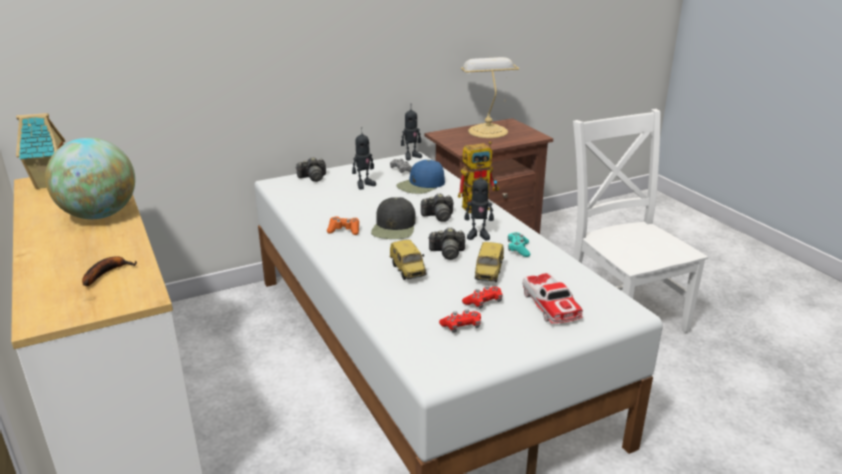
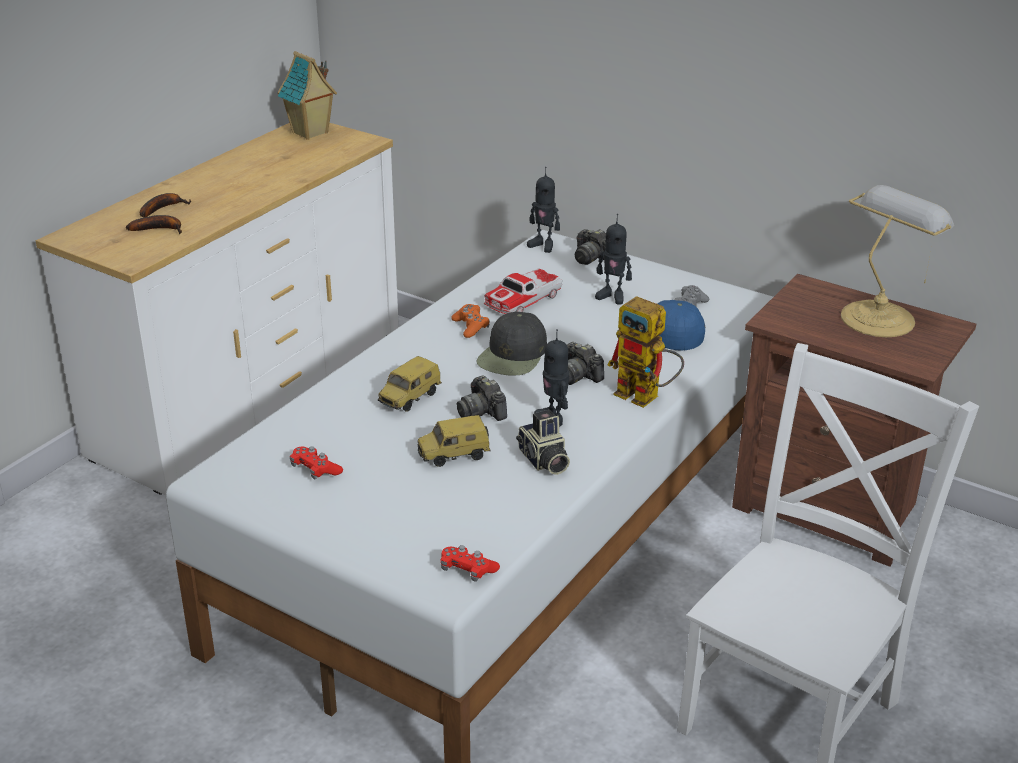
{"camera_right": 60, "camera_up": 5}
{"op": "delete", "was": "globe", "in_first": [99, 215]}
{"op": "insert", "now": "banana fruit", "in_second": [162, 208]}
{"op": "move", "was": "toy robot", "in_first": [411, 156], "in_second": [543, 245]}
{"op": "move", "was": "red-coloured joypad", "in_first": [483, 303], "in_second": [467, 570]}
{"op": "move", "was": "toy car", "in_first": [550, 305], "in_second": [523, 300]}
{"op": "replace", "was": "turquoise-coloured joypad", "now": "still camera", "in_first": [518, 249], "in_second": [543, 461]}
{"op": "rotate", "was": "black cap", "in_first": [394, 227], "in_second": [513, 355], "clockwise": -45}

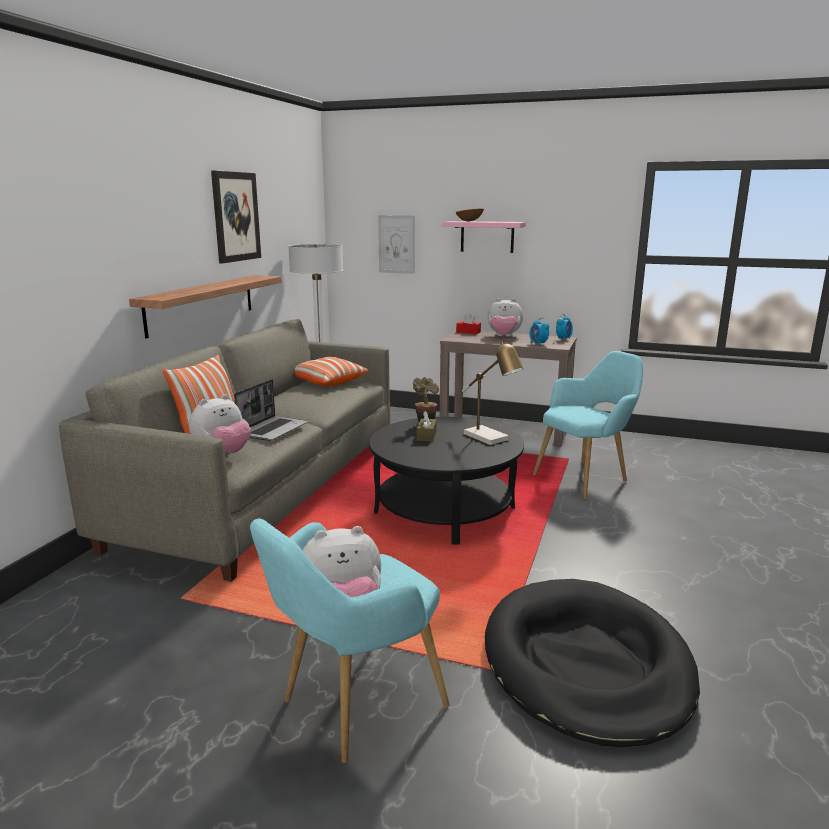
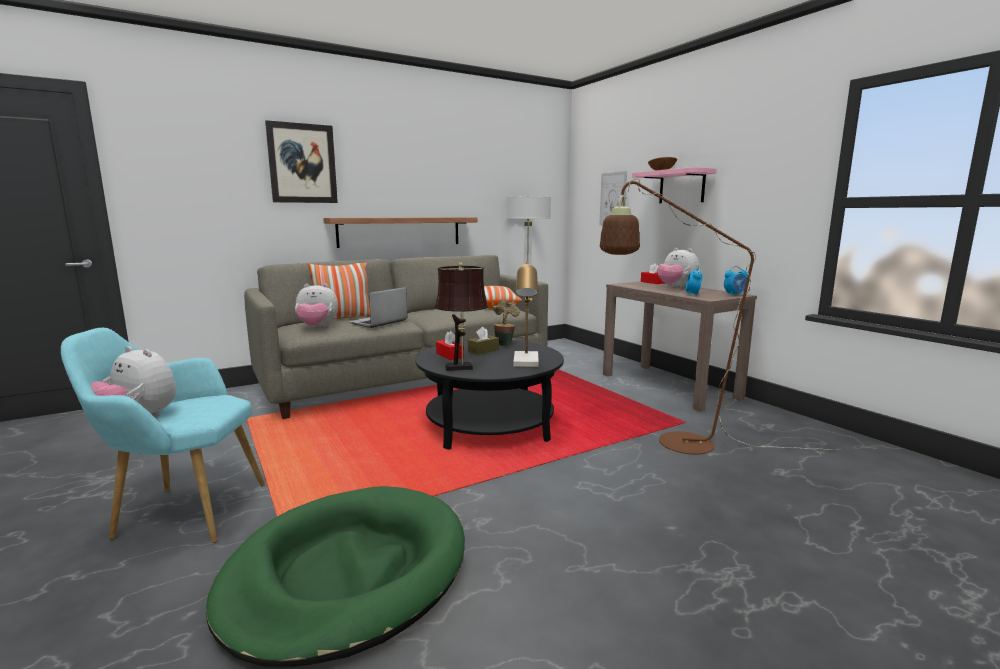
{"camera_right": 40, "camera_up": -5}
{"op": "insert", "now": "brown-coloured lamp for a table", "in_second": [462, 368]}
{"op": "insert", "now": "red-coloured tissue holder", "in_second": [449, 355]}
{"op": "move", "was": "wall art", "in_first": [236, 217], "in_second": [302, 163]}
{"op": "replace", "was": "turquoise-coloured armchair", "now": "brown-coloured floor lamp", "in_first": [586, 478], "in_second": [671, 442]}
{"op": "recolor", "was": "black dog bed", "now": "green-coloured dog bed", "in_first": [586, 664], "in_second": [347, 574]}
{"op": "rotate", "was": "notebook computer", "in_first": [273, 429], "in_second": [378, 322], "clockwise": 150}

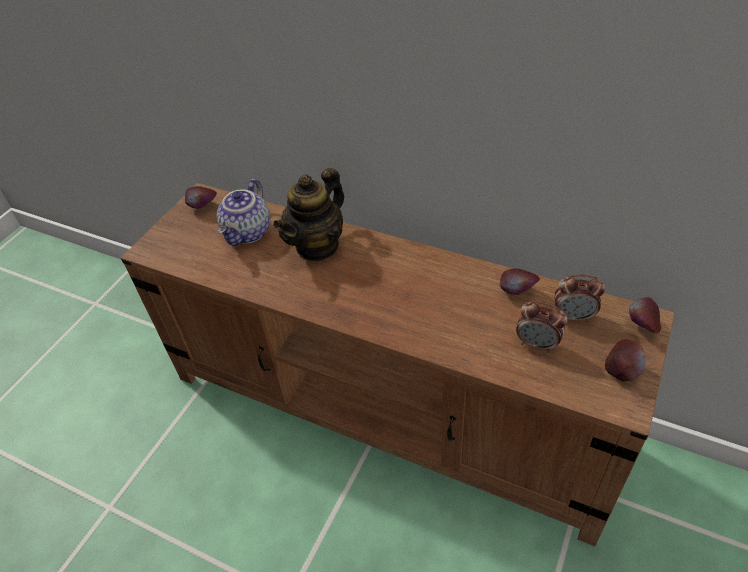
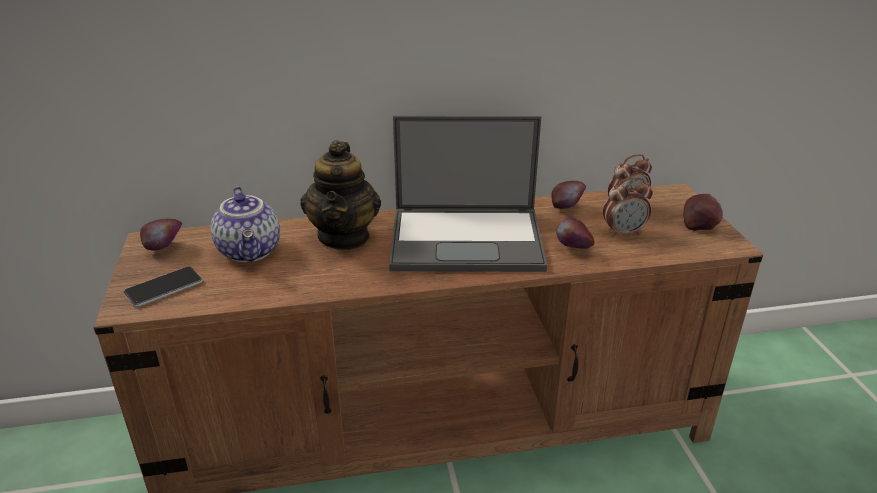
{"camera_right": -40, "camera_up": -15}
{"op": "insert", "now": "handset", "in_second": [164, 288]}
{"op": "insert", "now": "notebook computer", "in_second": [468, 239]}
{"op": "move", "was": "whole apple", "in_first": [642, 327], "in_second": [573, 250]}

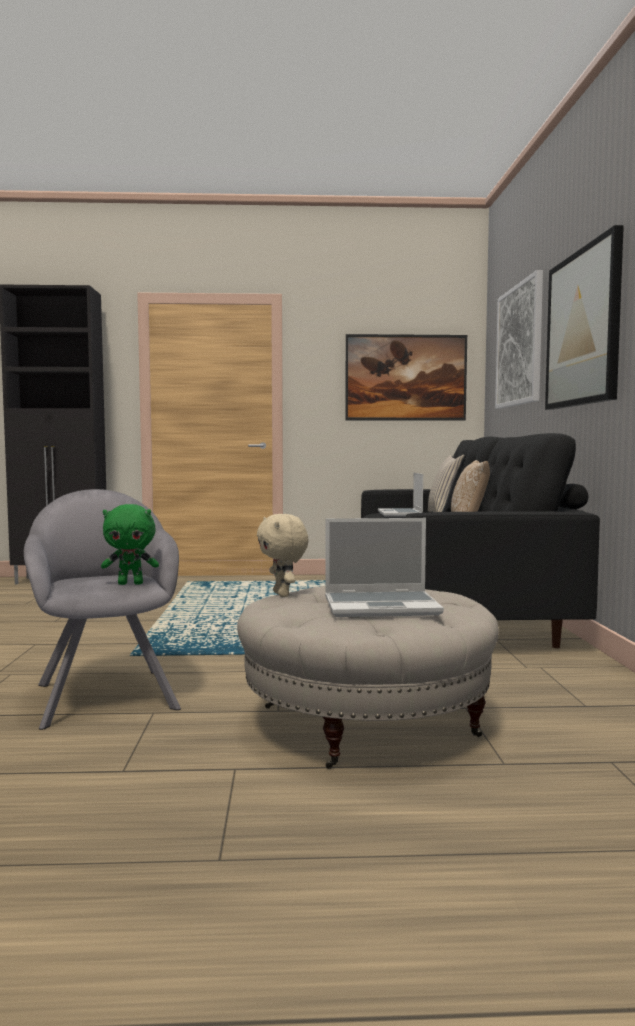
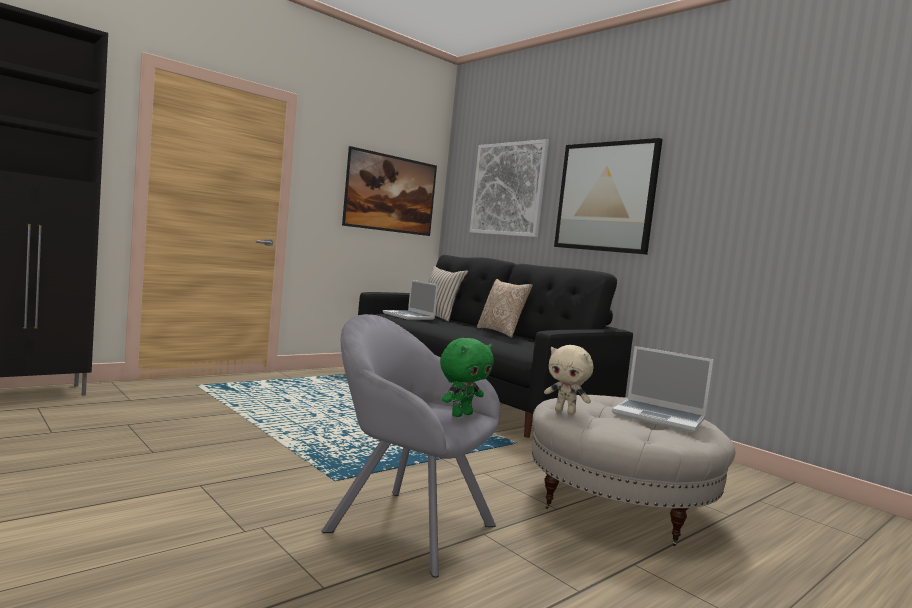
{"camera_right": -40, "camera_up": 0}
{"op": "rotate", "was": "notebook computer", "in_first": [382, 606], "in_second": [660, 417], "clockwise": 75}

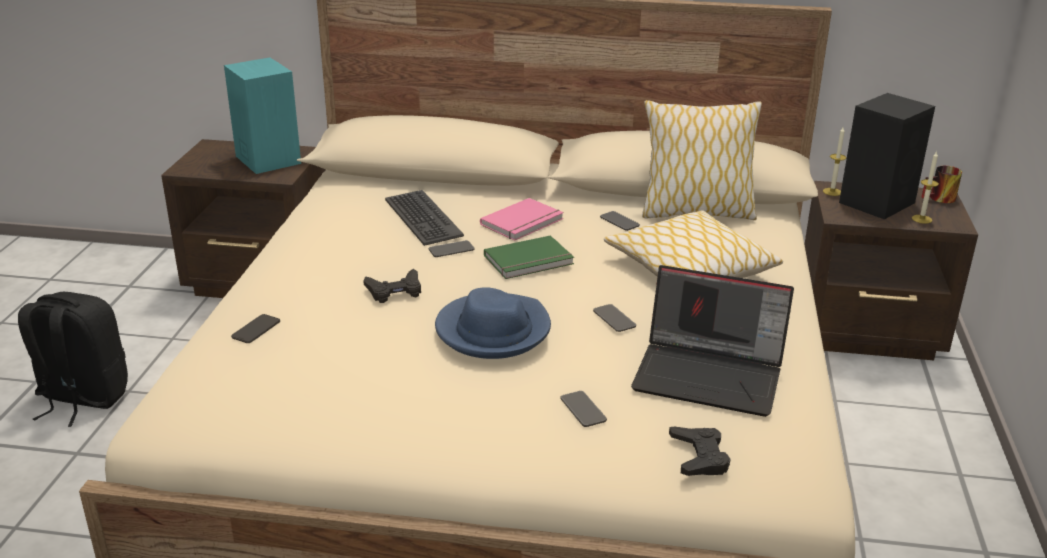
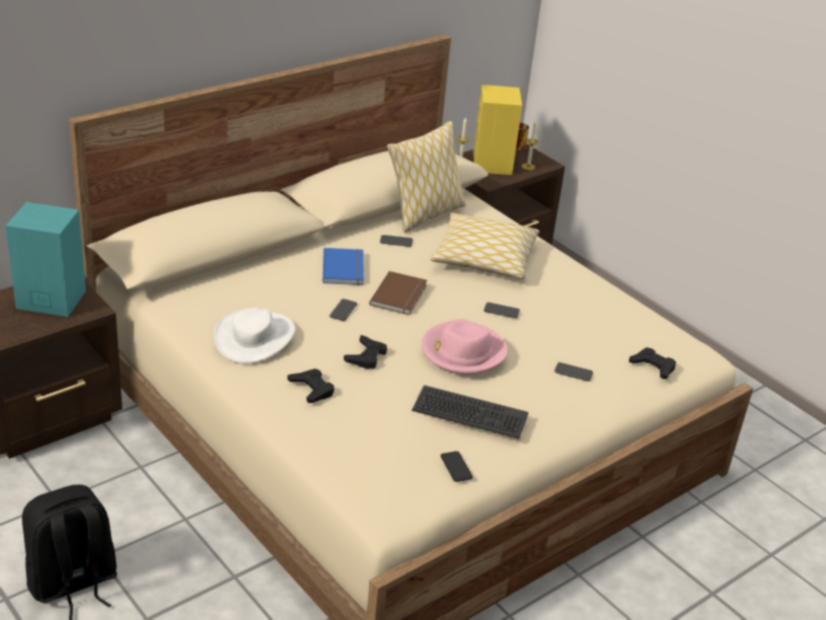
{"camera_right": -50, "camera_up": 5}
{"op": "delete", "was": "notebook computer", "in_first": [711, 375]}
{"op": "insert", "now": "white wearable hat", "in_second": [255, 337]}
{"op": "insert", "now": "black joypad", "in_second": [312, 389]}
{"op": "move", "was": "handset", "in_first": [256, 329], "in_second": [456, 467]}
{"op": "move", "was": "keyboard", "in_first": [422, 218], "in_second": [469, 413]}
{"op": "recolor", "was": "bluish wearable hat", "now": "pinkish wearable hat", "in_first": [493, 330], "in_second": [462, 352]}
{"op": "recolor", "was": "pinkish volume", "now": "bluish volume", "in_first": [524, 222], "in_second": [345, 268]}
{"op": "recolor", "was": "green-coloured volume", "now": "brown-coloured volume", "in_first": [530, 261], "in_second": [400, 295]}
{"op": "recolor", "was": "black loudspeaker", "now": "yellow loudspeaker", "in_first": [878, 202], "in_second": [492, 163]}

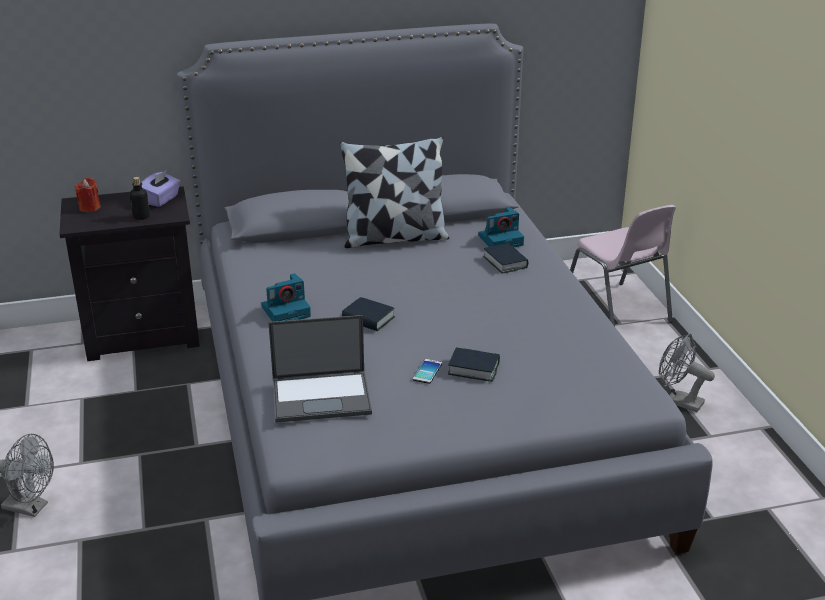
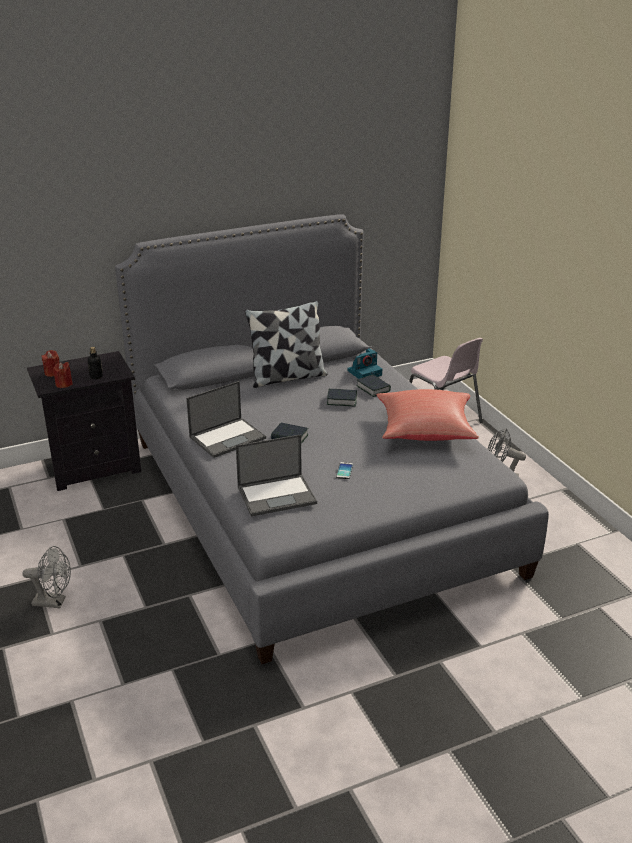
{"camera_right": -10, "camera_up": 0}
{"op": "delete", "was": "purplish tissue holder", "in_first": [161, 200]}
{"op": "insert", "now": "red-coloured candle", "in_second": [64, 384]}
{"op": "insert", "now": "red-coloured pillow", "in_second": [425, 432]}
{"op": "move", "was": "volume", "in_first": [473, 369], "in_second": [341, 400]}
{"op": "replace", "was": "still camera", "now": "notebook computer", "in_first": [286, 311], "in_second": [228, 437]}

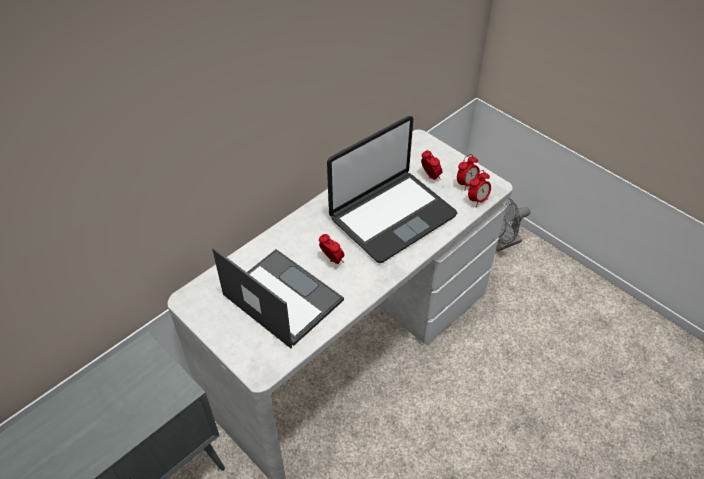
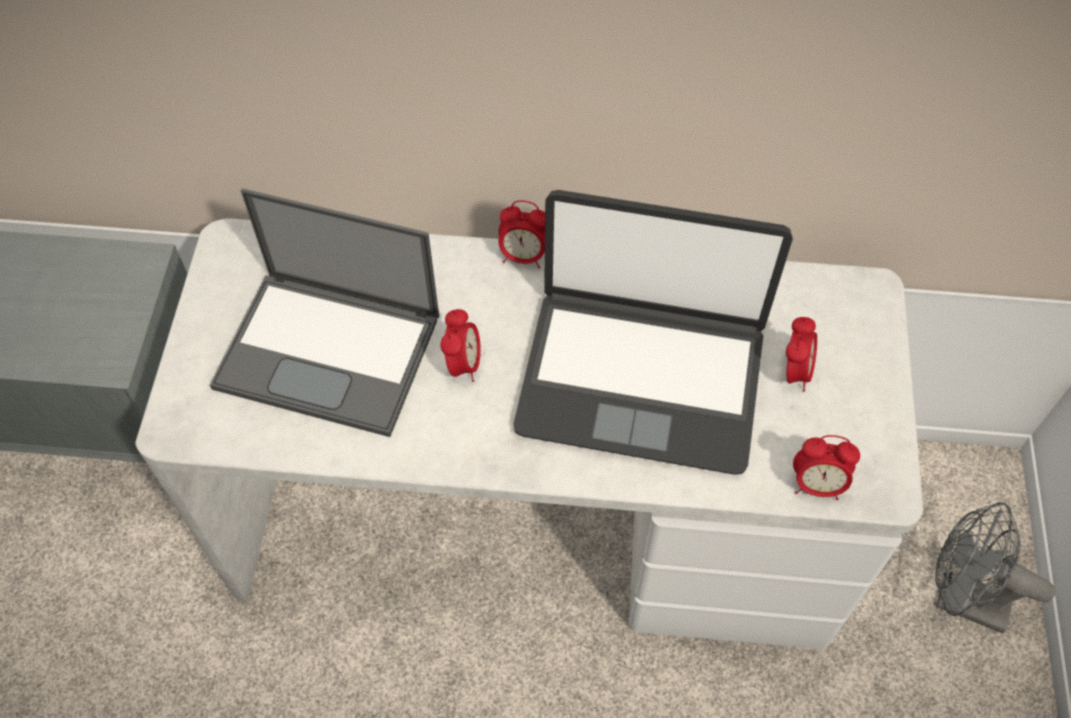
{"camera_right": 50, "camera_up": 10}
{"op": "move", "was": "bedside clock", "in_first": [466, 184], "in_second": [524, 256]}
{"op": "rotate", "was": "notebook computer", "in_first": [281, 297], "in_second": [331, 351], "clockwise": 105}

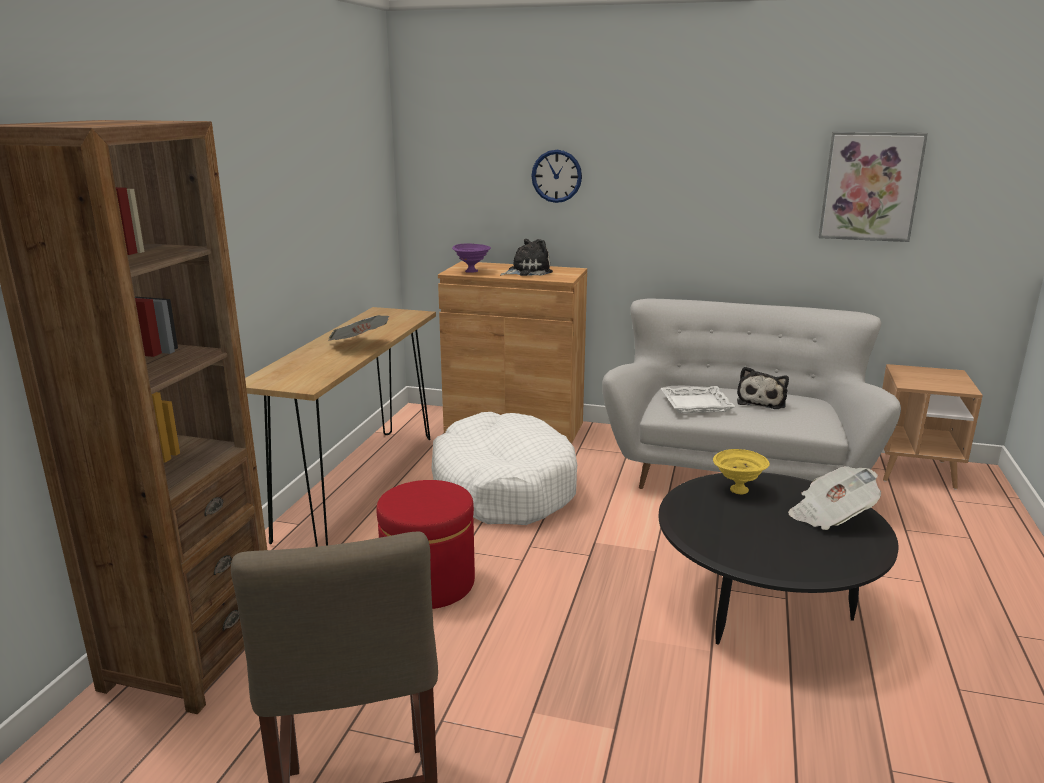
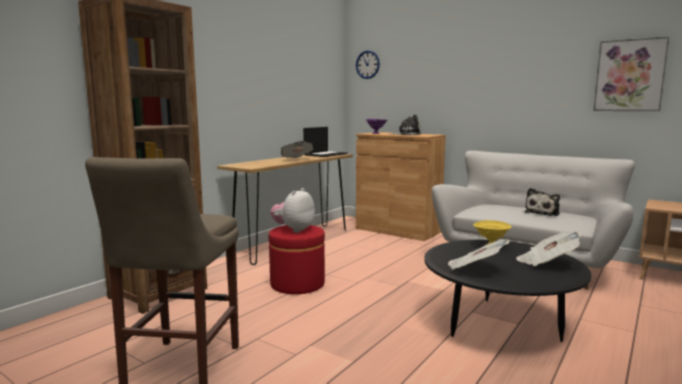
{"camera_right": 20, "camera_up": -10}
{"op": "delete", "was": "white dog bed", "in_first": [503, 487]}
{"op": "delete", "was": "white carrying tray", "in_first": [696, 404]}
{"op": "insert", "now": "plush toy", "in_second": [294, 230]}
{"op": "insert", "now": "notebook computer", "in_second": [325, 154]}
{"op": "insert", "now": "printed paper", "in_second": [475, 269]}
{"op": "move", "was": "clock on the wall", "in_first": [556, 176], "in_second": [367, 64]}

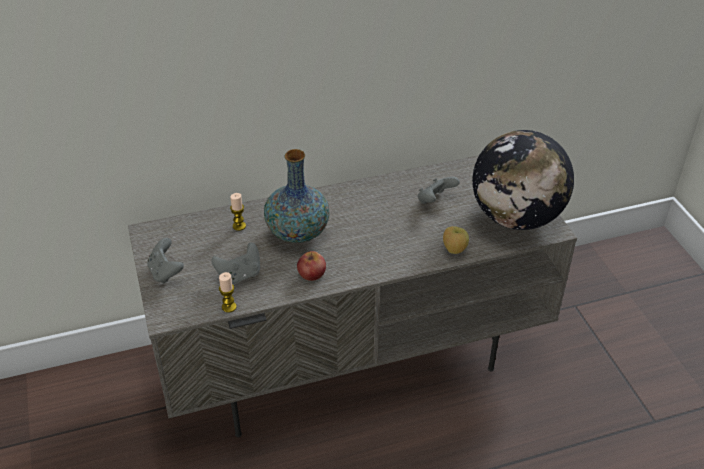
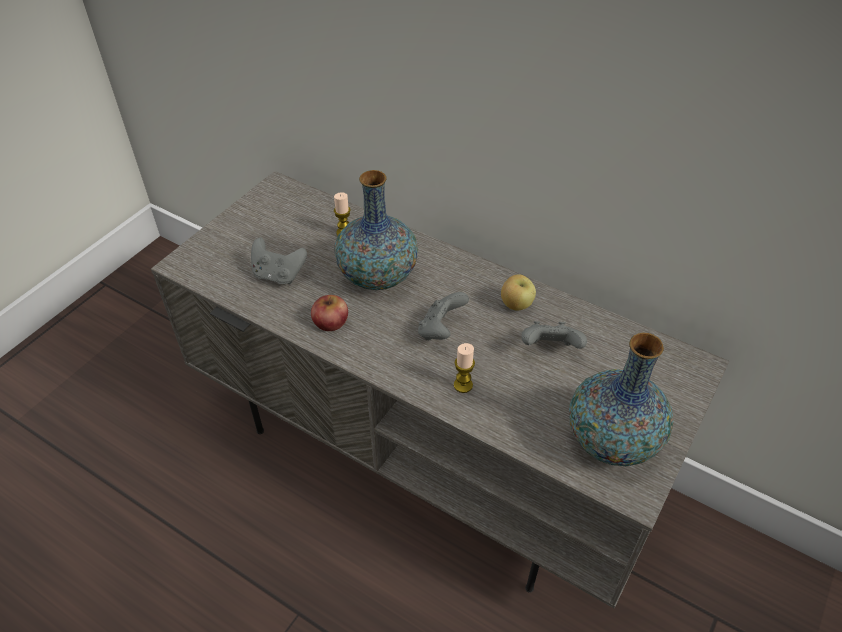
{"camera_right": 50, "camera_up": 5}
{"op": "move", "was": "grey joypad", "in_first": [166, 272], "in_second": [441, 330]}
{"op": "move", "was": "candle", "in_first": [229, 307], "in_second": [463, 385]}
{"op": "move", "was": "whole apple", "in_first": [454, 250], "in_second": [516, 305]}
{"op": "replace", "was": "globe", "now": "decorative vase", "in_first": [516, 217], "in_second": [611, 440]}

